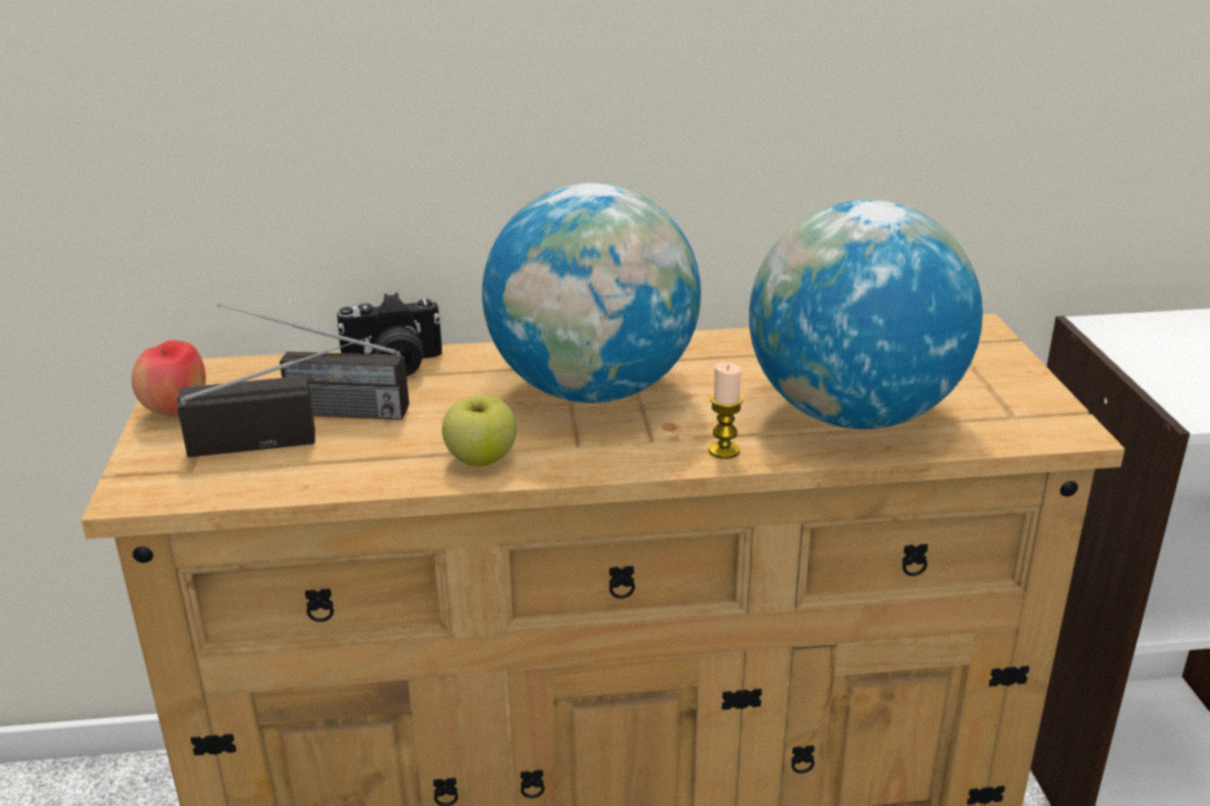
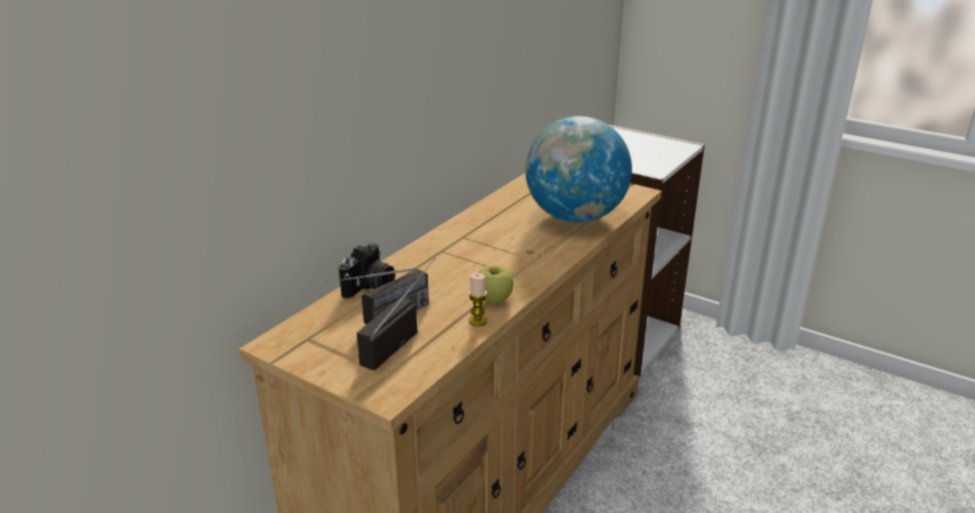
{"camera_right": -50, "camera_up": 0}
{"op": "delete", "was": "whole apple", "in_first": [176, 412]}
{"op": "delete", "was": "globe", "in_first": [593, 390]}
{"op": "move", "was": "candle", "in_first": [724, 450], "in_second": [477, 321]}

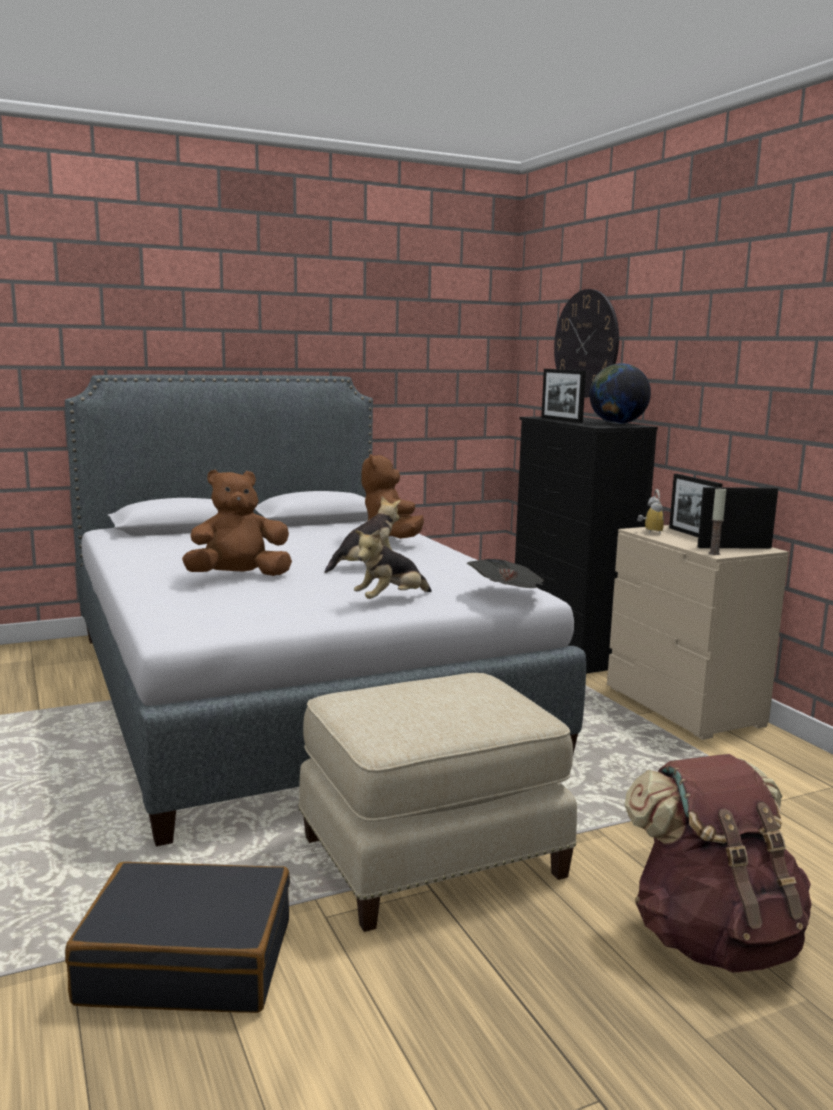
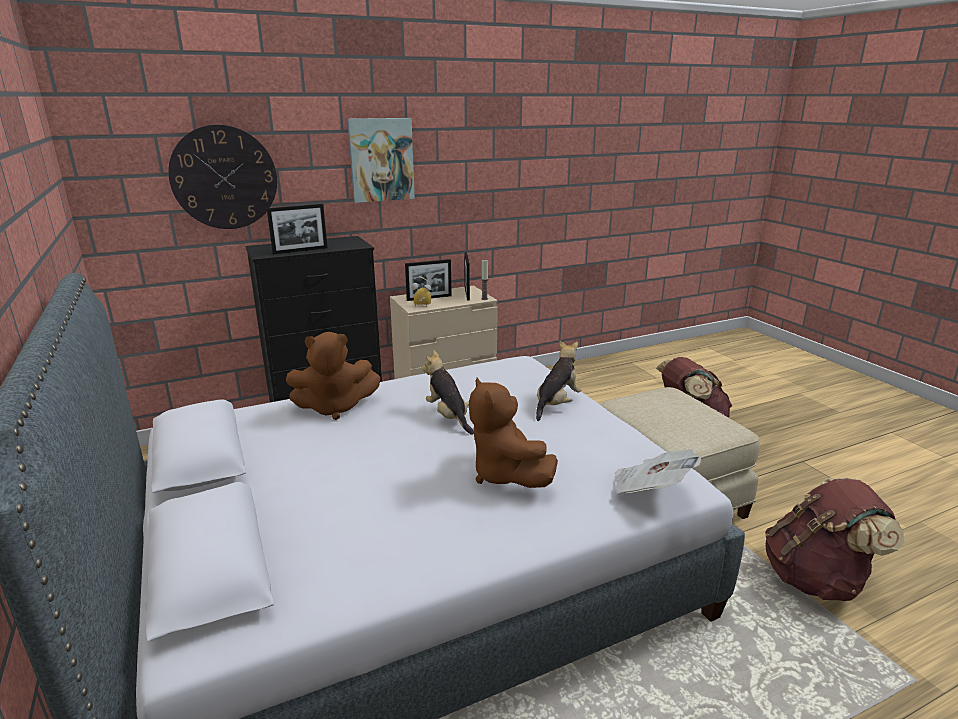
{"camera_right": -90, "camera_up": 10}
{"op": "delete", "was": "globe", "in_first": [617, 423]}
{"op": "insert", "now": "wall art", "in_second": [381, 160]}
{"op": "move", "was": "printed paper", "in_first": [507, 595], "in_second": [650, 489]}
{"op": "replace", "was": "black piece of luggage", "now": "brown-coloured backpack", "in_first": [188, 961], "in_second": [816, 579]}
{"op": "rotate", "was": "plush toy", "in_first": [391, 600], "in_second": [556, 404], "clockwise": -105}

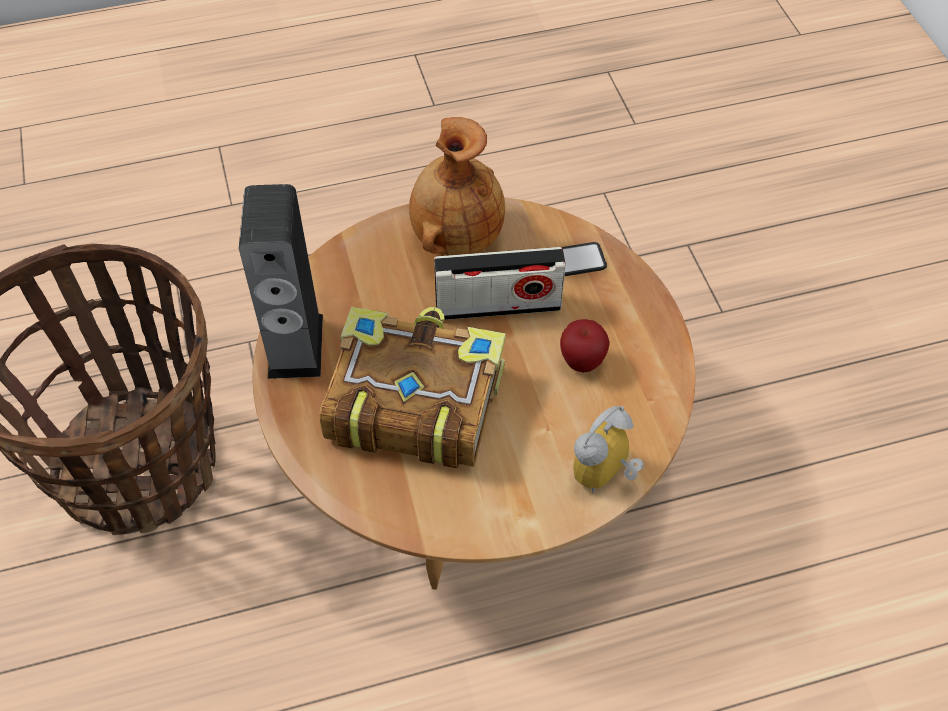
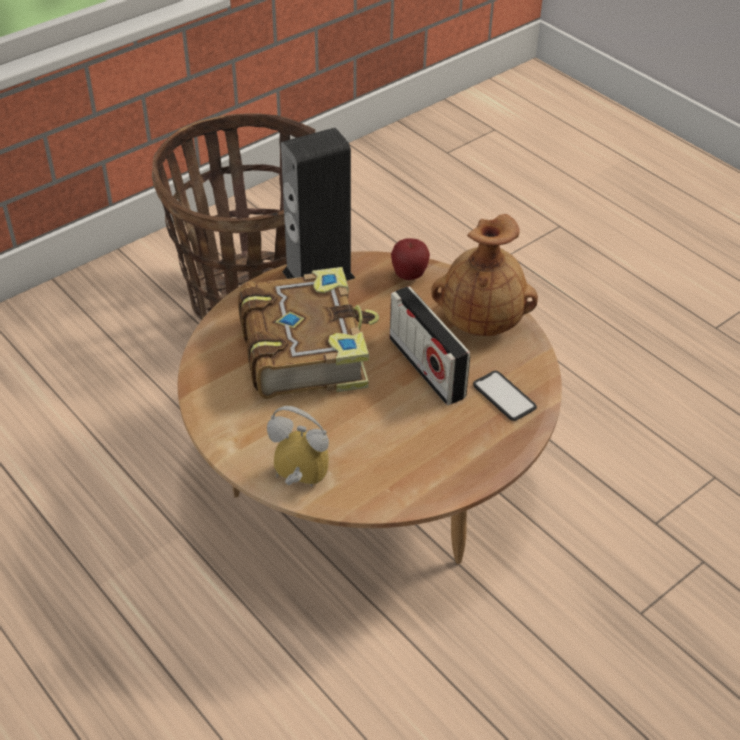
{"camera_right": 65, "camera_up": -10}
{"op": "move", "was": "whole apple", "in_first": [582, 362], "in_second": [409, 276]}

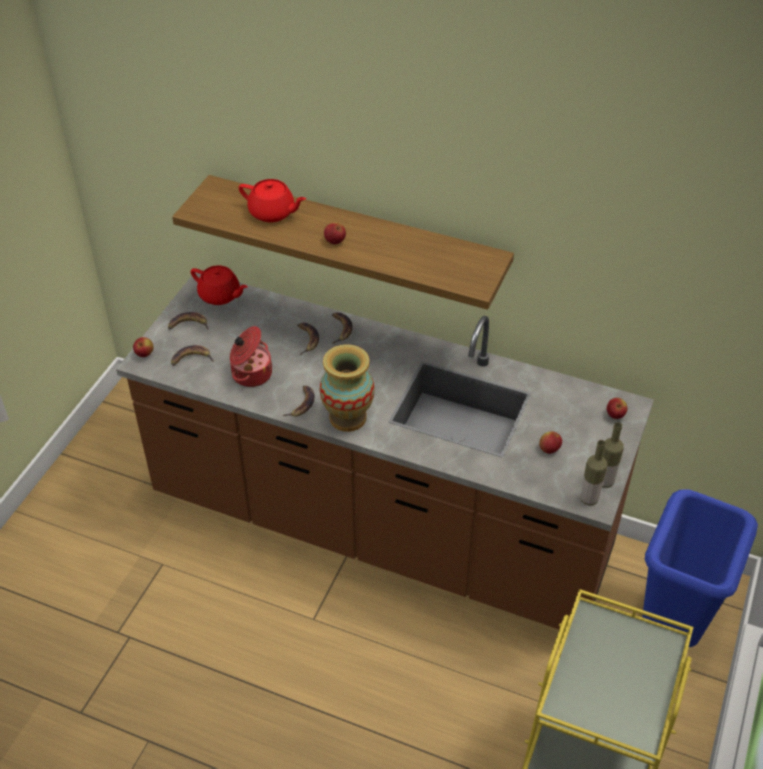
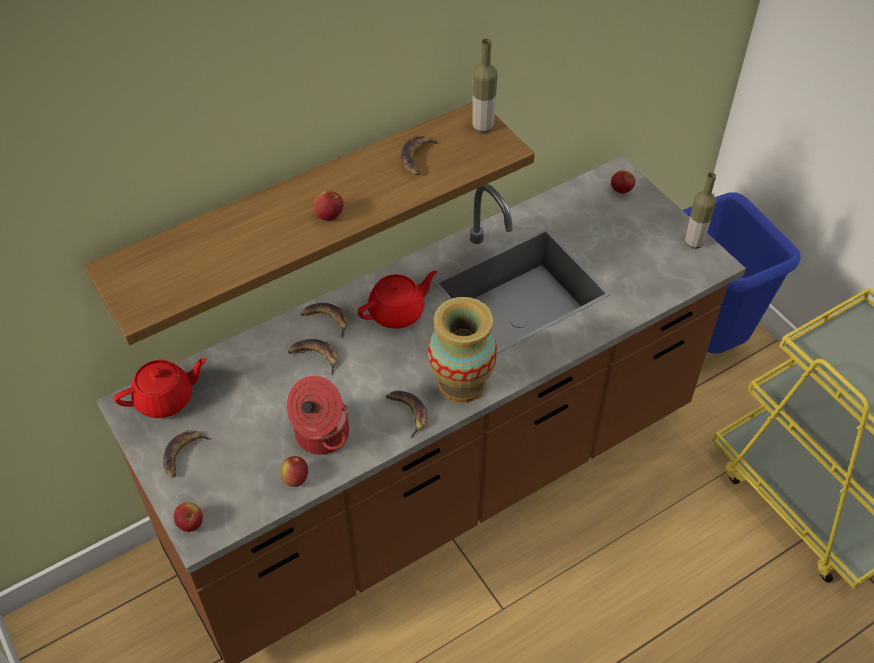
{"camera_right": -55, "camera_up": 5}
{"op": "move", "was": "banana fruit", "in_first": [191, 359], "in_second": [418, 158]}
{"op": "move", "was": "red-coloured tea pot", "in_first": [272, 213], "in_second": [398, 312]}
{"op": "move", "was": "whole apple", "in_first": [549, 449], "in_second": [295, 478]}
{"op": "move", "was": "beverage bottle", "in_first": [589, 499], "in_second": [482, 127]}

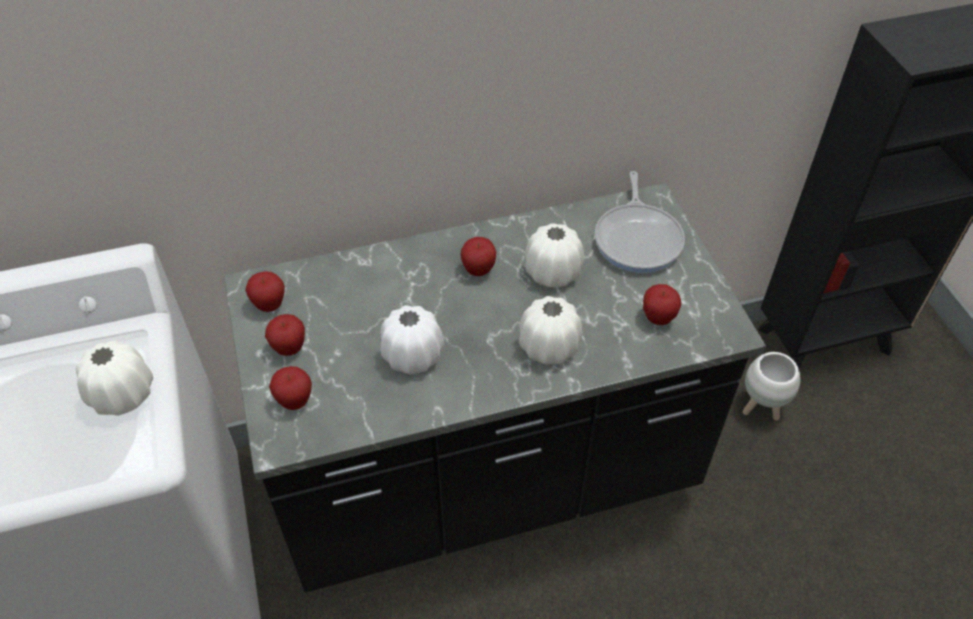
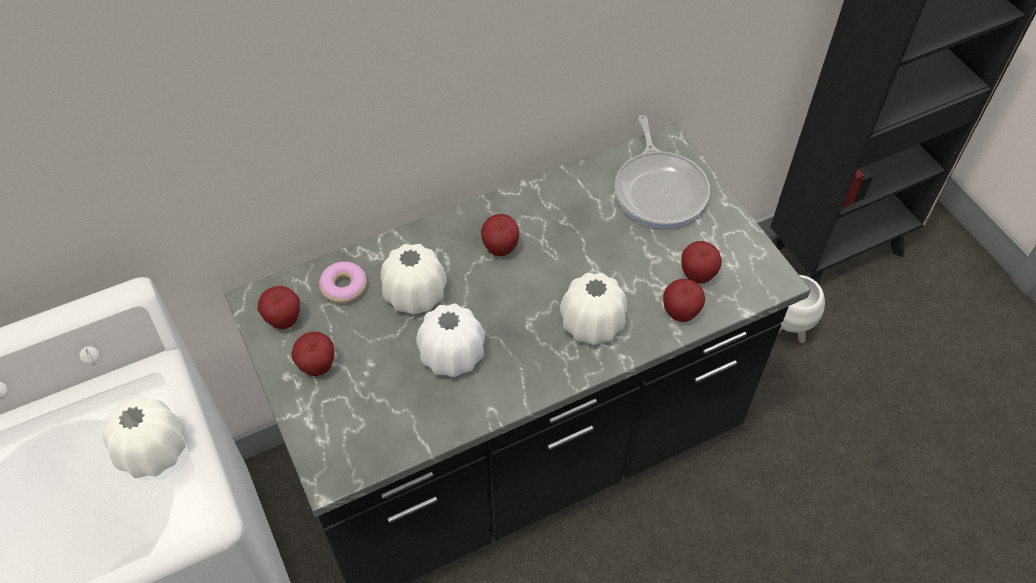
{"camera_right": -10, "camera_up": 5}
{"op": "insert", "now": "donut", "in_second": [344, 286]}
{"op": "move", "was": "whole apple", "in_first": [295, 401], "in_second": [680, 313]}
{"op": "move", "was": "white decorative vase", "in_first": [552, 272], "in_second": [415, 294]}

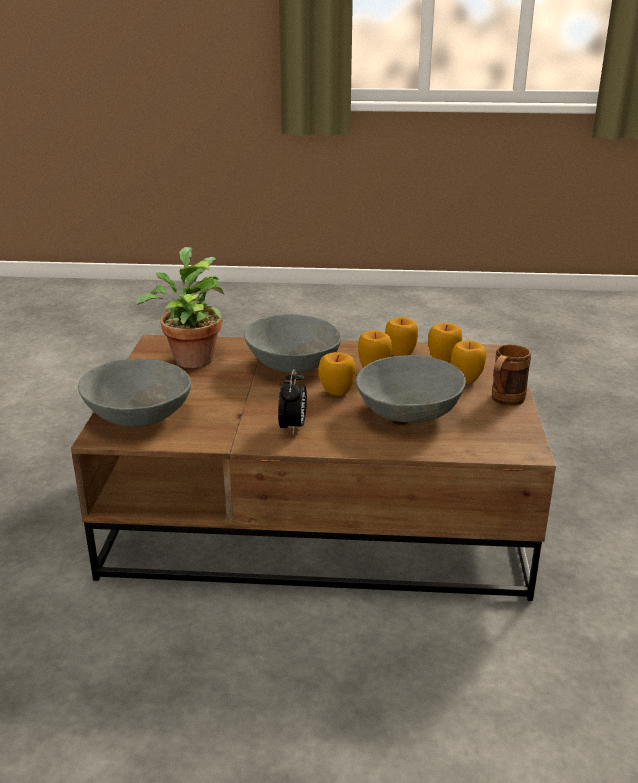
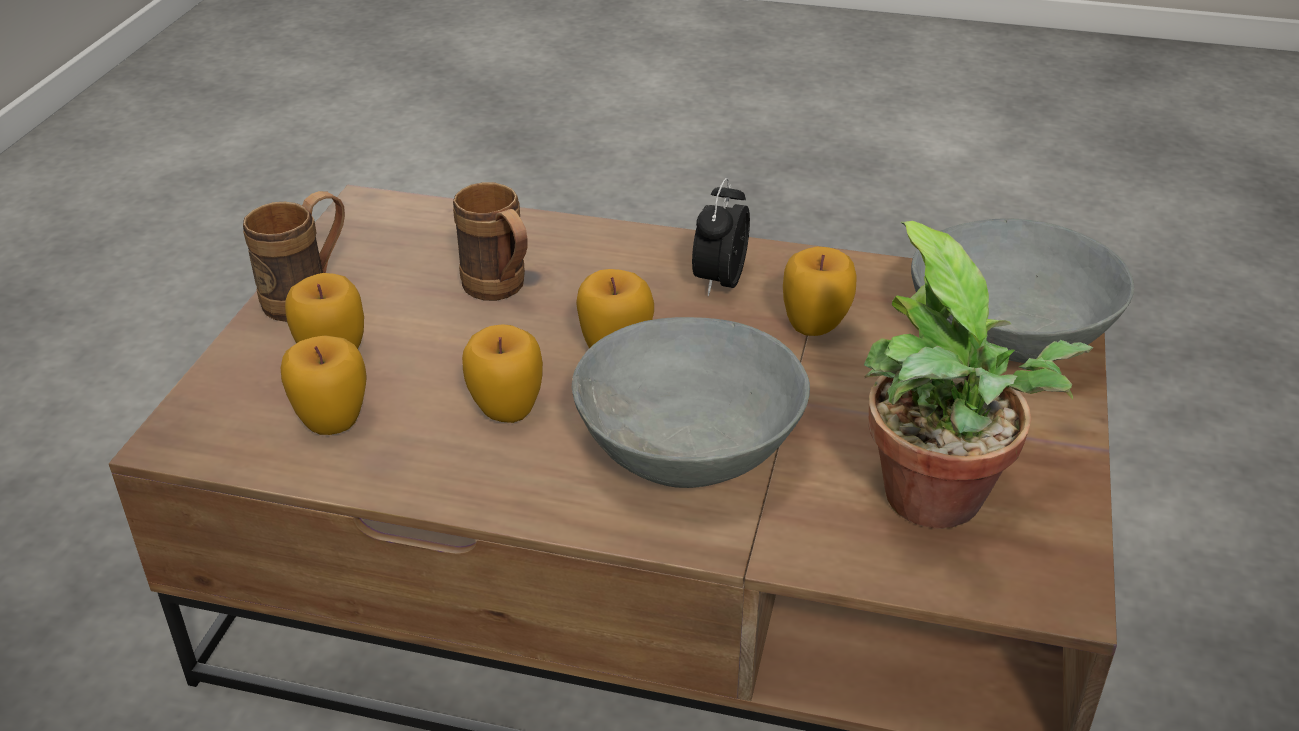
{"camera_right": -170, "camera_up": 10}
{"op": "move", "was": "whole apple", "in_first": [400, 354], "in_second": [815, 327]}
{"op": "replace", "was": "grey serving bowl", "now": "brown-coloured coffee mug", "in_first": [408, 412], "in_second": [501, 291]}

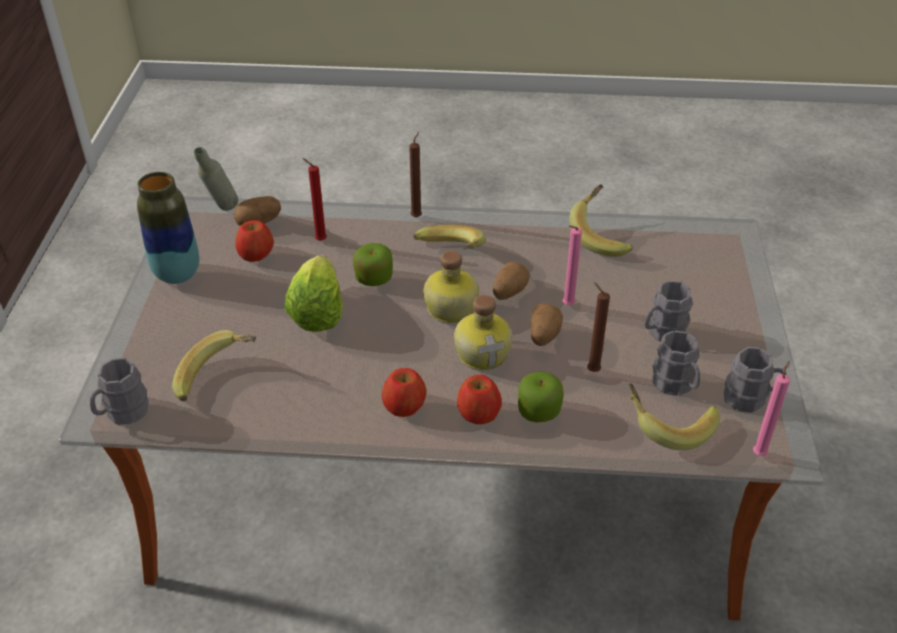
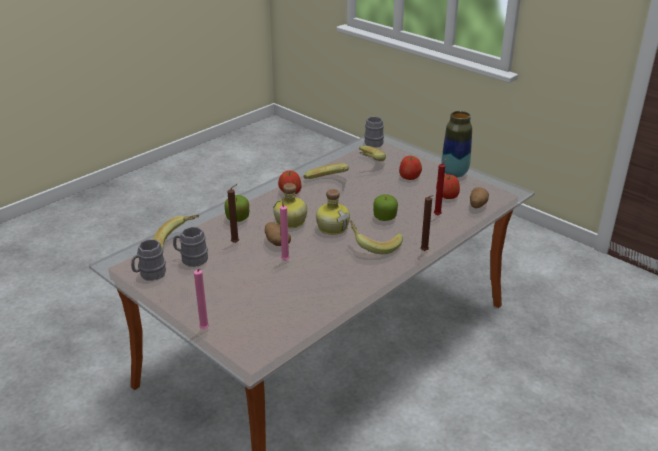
{"camera_right": 130, "camera_up": -10}
{"op": "delete", "was": "grey beverage bottle", "in_first": [222, 212]}
{"op": "delete", "was": "lettuce head", "in_first": [317, 313]}
{"op": "delete", "was": "spud", "in_first": [509, 292]}
{"op": "delete", "was": "grey coffee mug", "in_first": [662, 332]}
{"op": "move", "was": "whole apple", "in_first": [478, 412], "in_second": [409, 176]}
{"op": "move", "was": "banana fruit", "in_first": [602, 235], "in_second": [328, 182]}
{"op": "move", "was": "pinkish candle", "in_first": [760, 452], "in_second": [204, 330]}

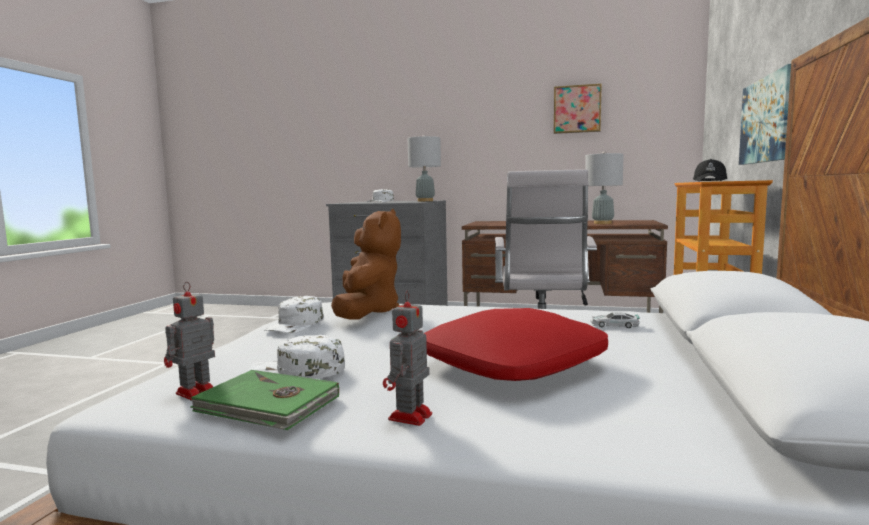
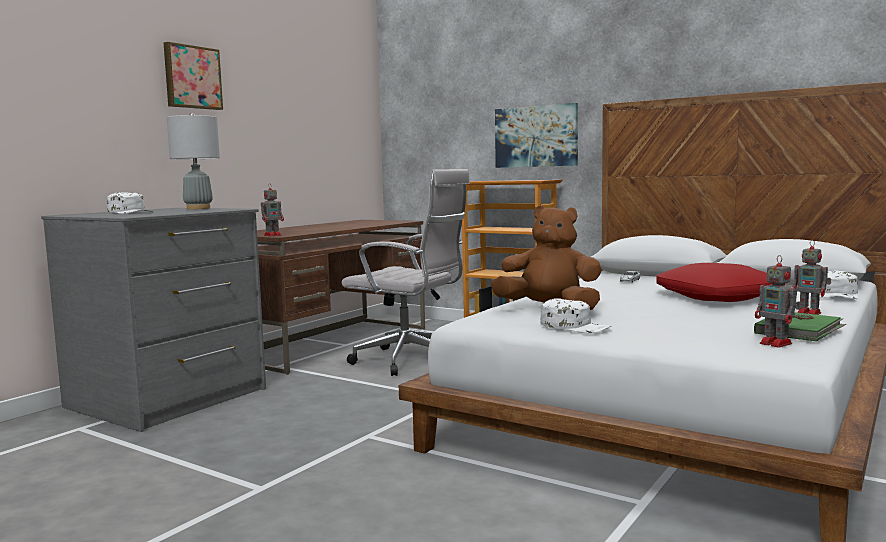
{"camera_right": -70, "camera_up": 0}
{"op": "delete", "was": "grey lamp for a table", "in_first": [602, 223]}
{"op": "delete", "was": "black cap", "in_first": [710, 181]}
{"op": "insert", "now": "toy robot", "in_second": [273, 235]}
{"op": "move", "was": "white cap", "in_first": [297, 371], "in_second": [838, 294]}
{"op": "move", "was": "wall art", "in_first": [577, 109], "in_second": [192, 77]}

